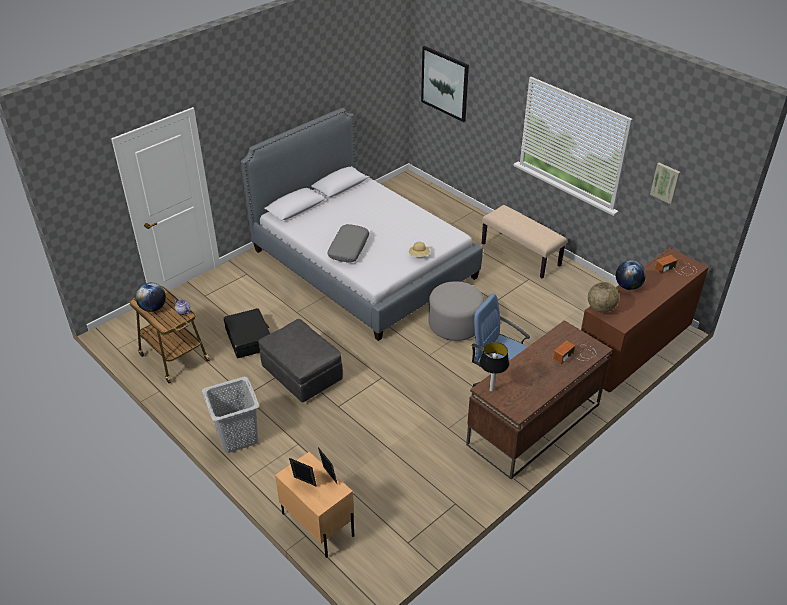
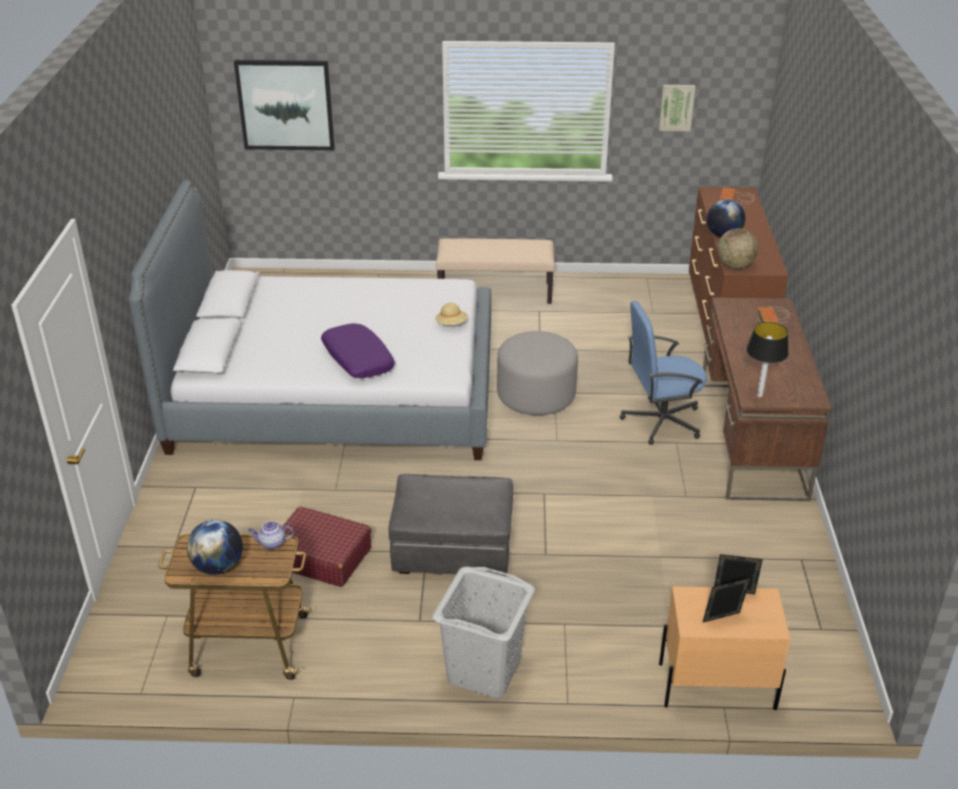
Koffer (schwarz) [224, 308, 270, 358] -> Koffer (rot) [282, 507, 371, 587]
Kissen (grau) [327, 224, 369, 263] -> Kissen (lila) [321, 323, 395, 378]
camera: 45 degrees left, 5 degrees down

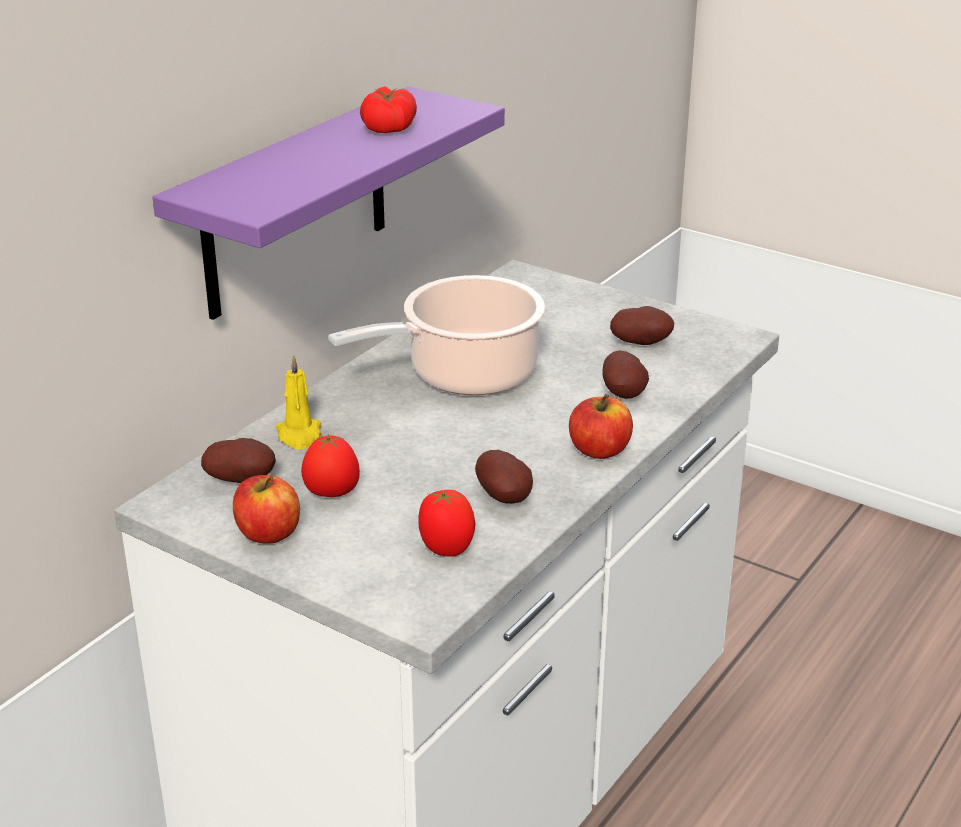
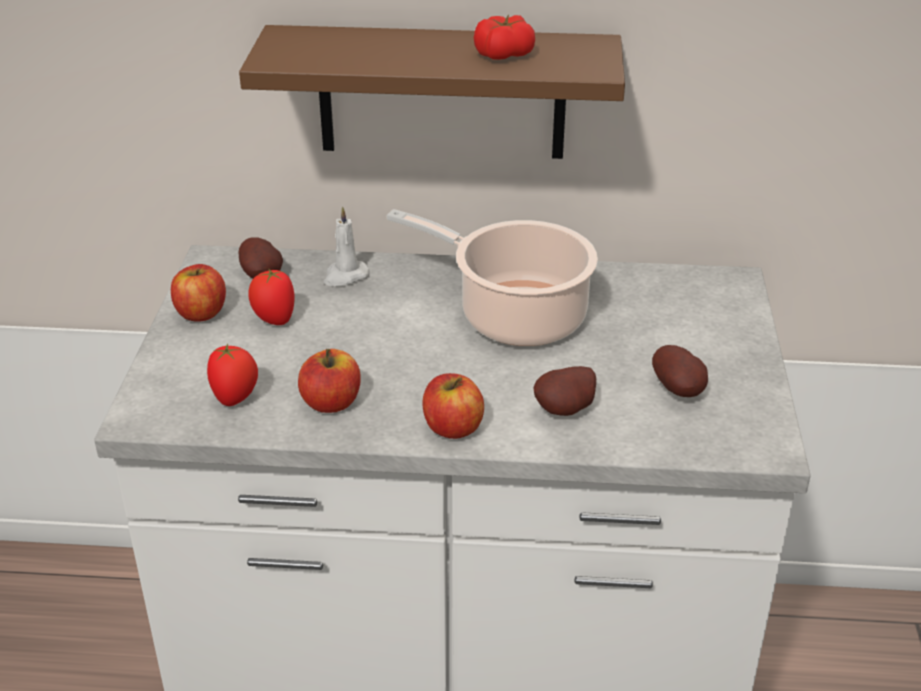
Wandregal (lila) [152, 86, 505, 320] -> Wandregal (braun) [239, 25, 625, 159]
Kerze (gelb) [276, 355, 321, 449] -> Kerze (weiß) [324, 206, 369, 286]
Kartoffel [475, 450, 533, 504] -> Apfel [298, 349, 361, 413]
camera: 60 degrees right, 5 degrees up

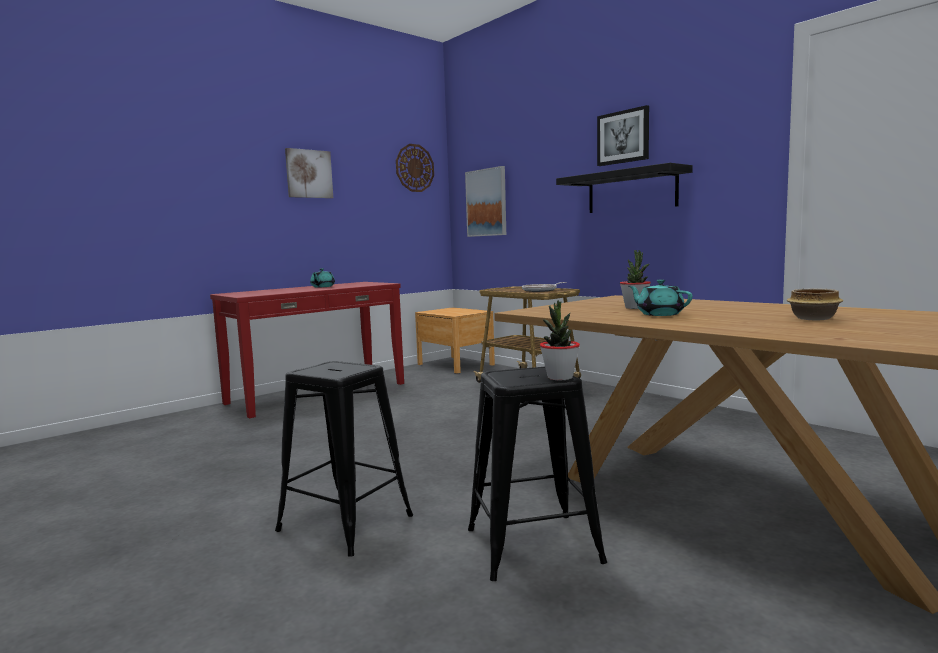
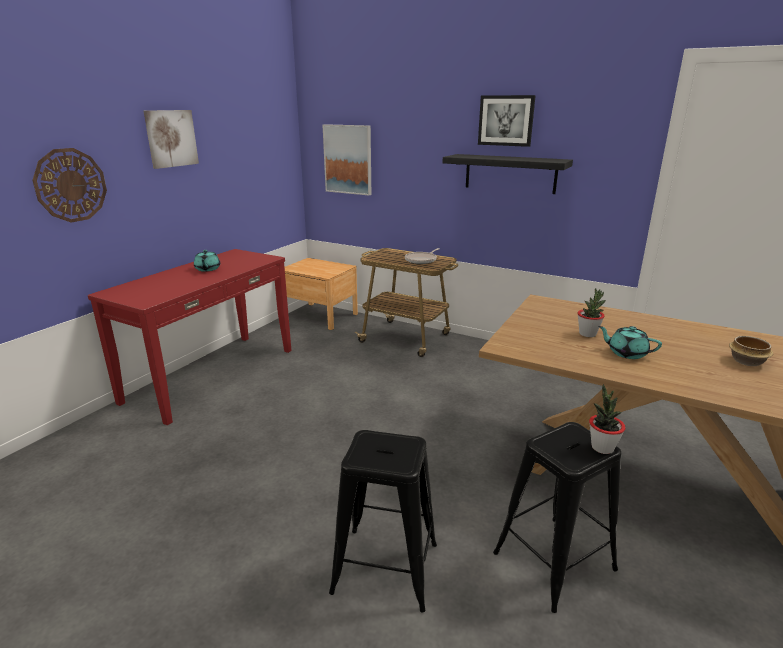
Wanduhr [396, 144, 434, 192] -> Wanduhr [32, 148, 107, 223], moved
camera: 20 degrees left, 15 degrees up

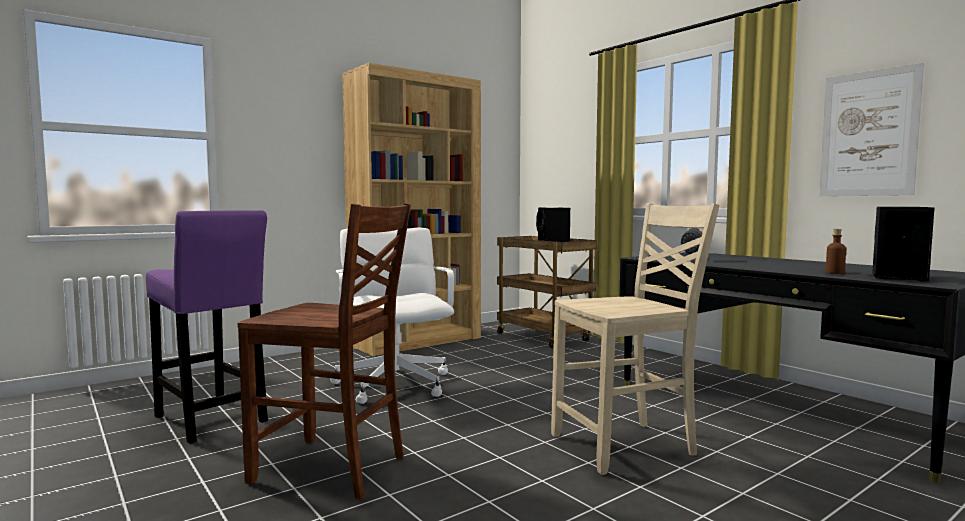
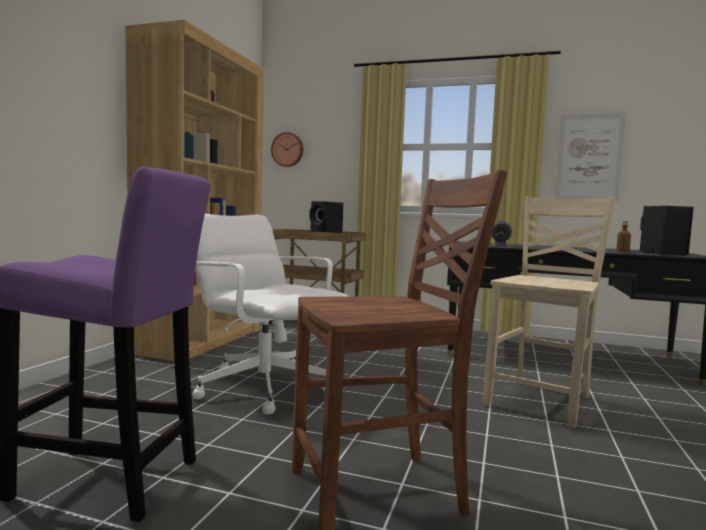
none -> Wanduhr [271, 132, 303, 167]
camera: 35 degrees left, 0 degrees up

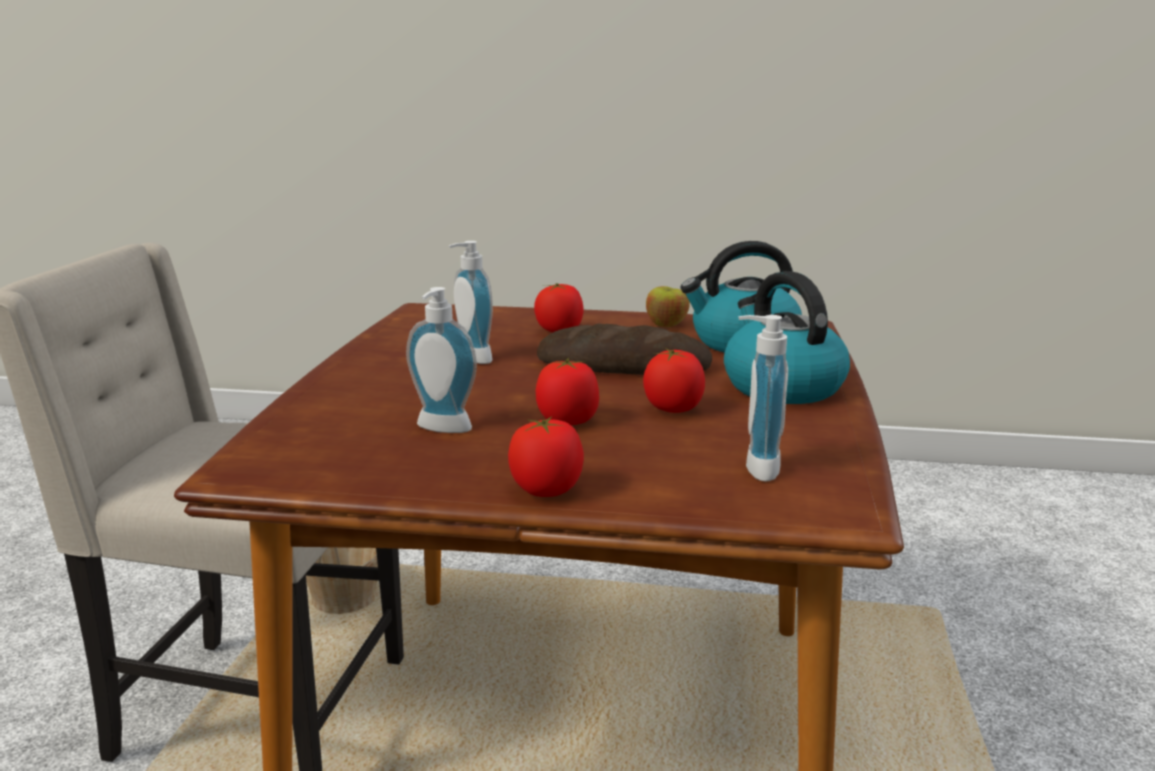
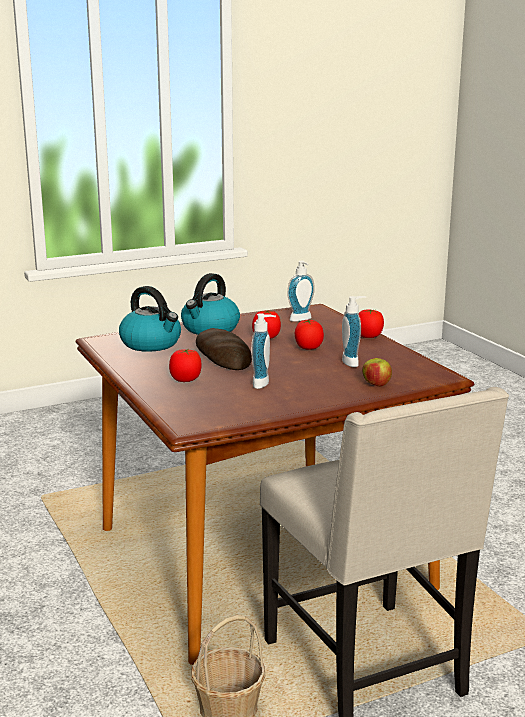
Apfel [646, 286, 690, 327] -> Apfel [362, 358, 392, 387], moved
camera: 125 degrees left, 0 degrees up

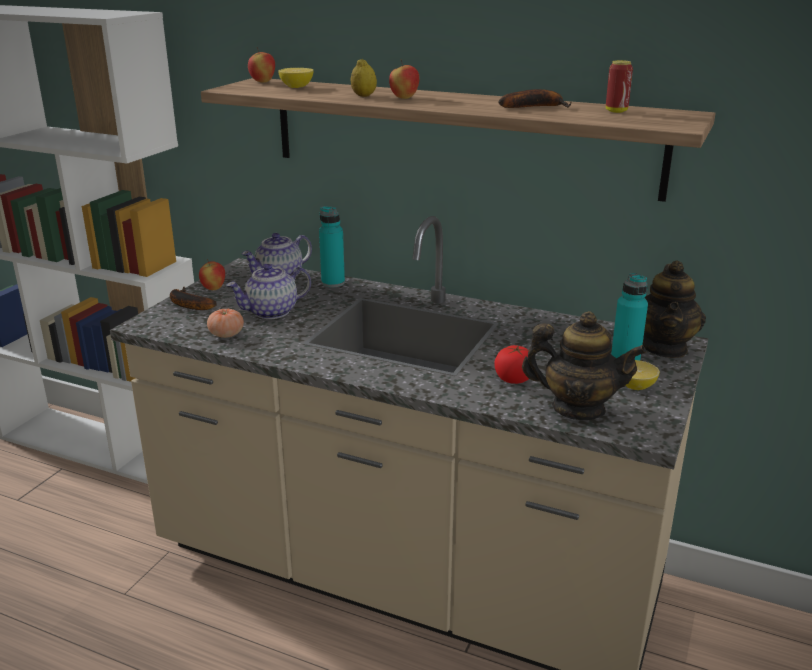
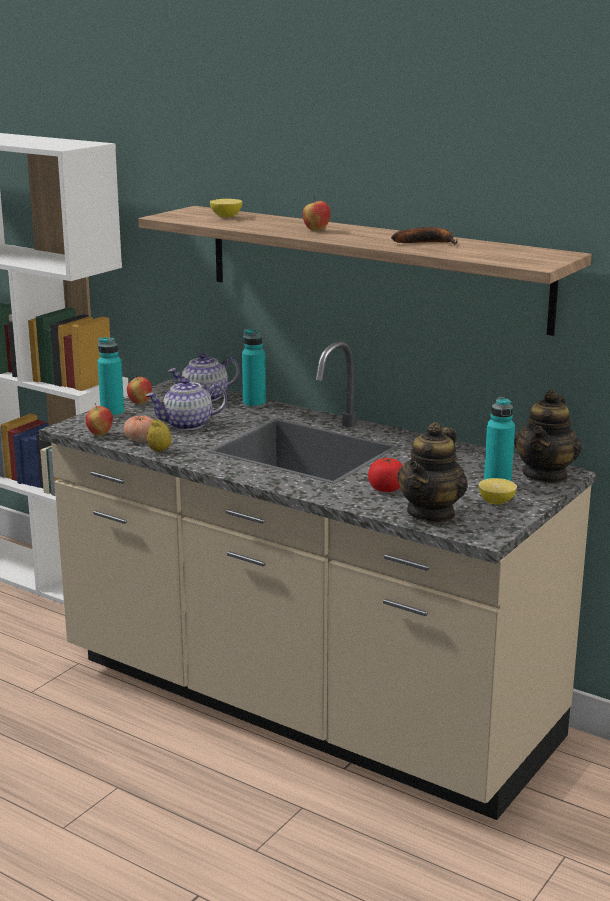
Banane [170, 287, 217, 310] -> Flasche (türkis) [98, 337, 124, 418]
Apfel [248, 47, 275, 83] -> Apfel [86, 403, 113, 436], moved
Zitrone [351, 59, 377, 97] -> Zitrone [147, 419, 172, 452], moved
Teekanne [522, 311, 647, 420] -> Teekanne [397, 422, 468, 523], 90 degrees clockwise
Dose [606, 60, 633, 113] -> none
camera: 10 degrees right, 5 degrees down

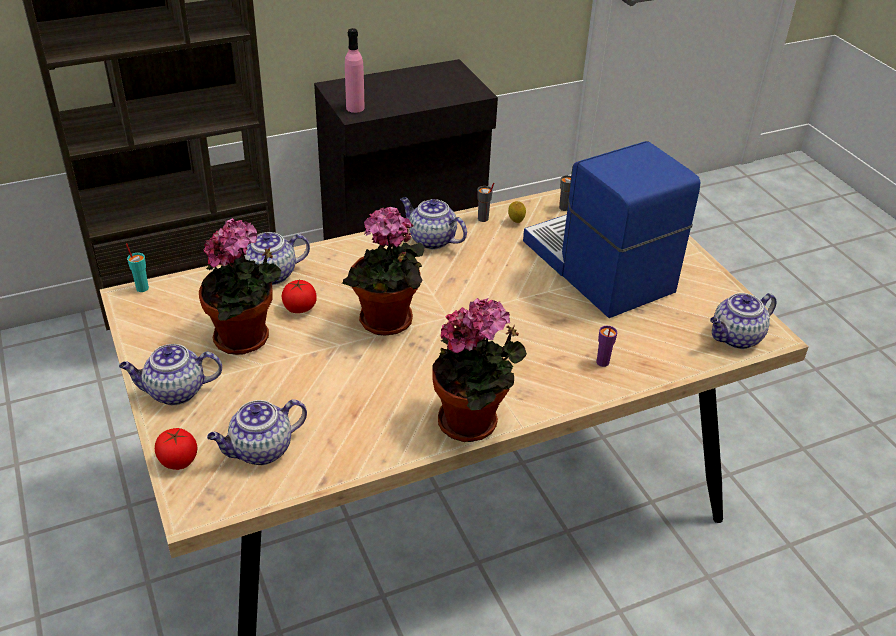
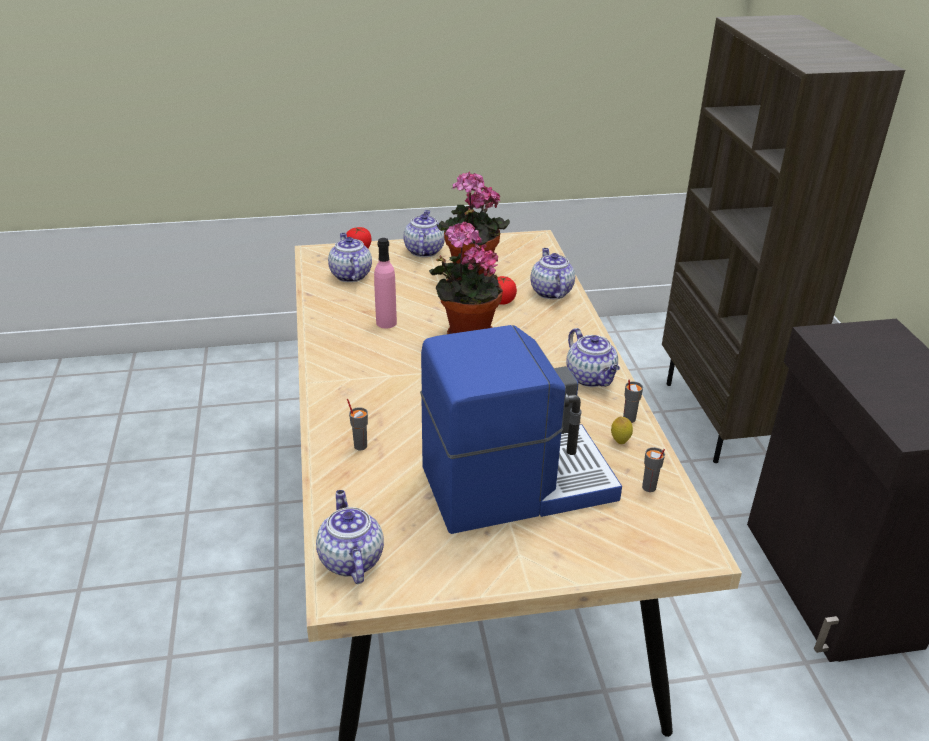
Tasse (türkis) [126, 243, 149, 292] -> none
Flasche (rosa) [345, 28, 364, 113] -> Flasche (rosa) [374, 238, 397, 328], moved
Teekanne [400, 197, 467, 250] -> Teekanne [566, 328, 620, 387], 105 degrees clockwise
Topfpflanze [432, 298, 527, 442] -> none
Tasse (lila) [597, 325, 617, 367] -> Tasse (grau) [347, 399, 368, 450]
camera: 105 degrees right, 5 degrees down

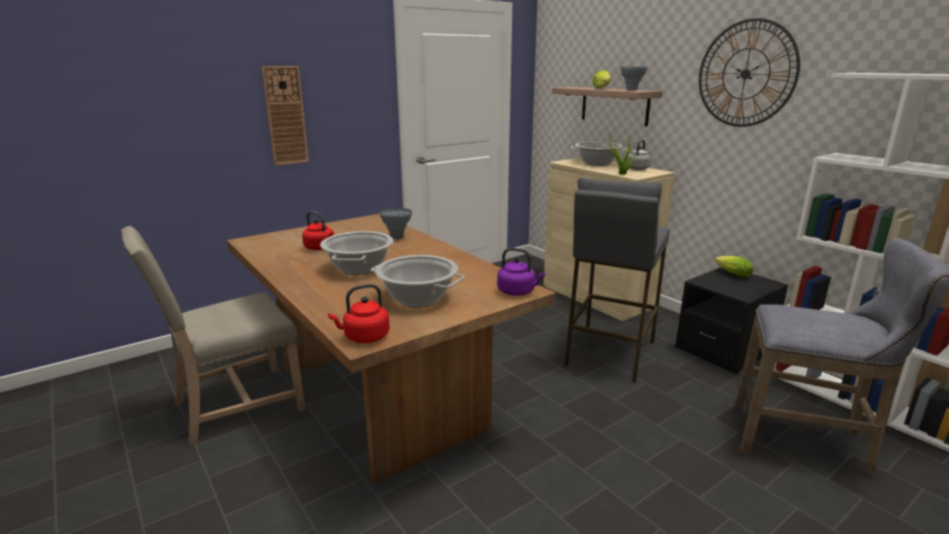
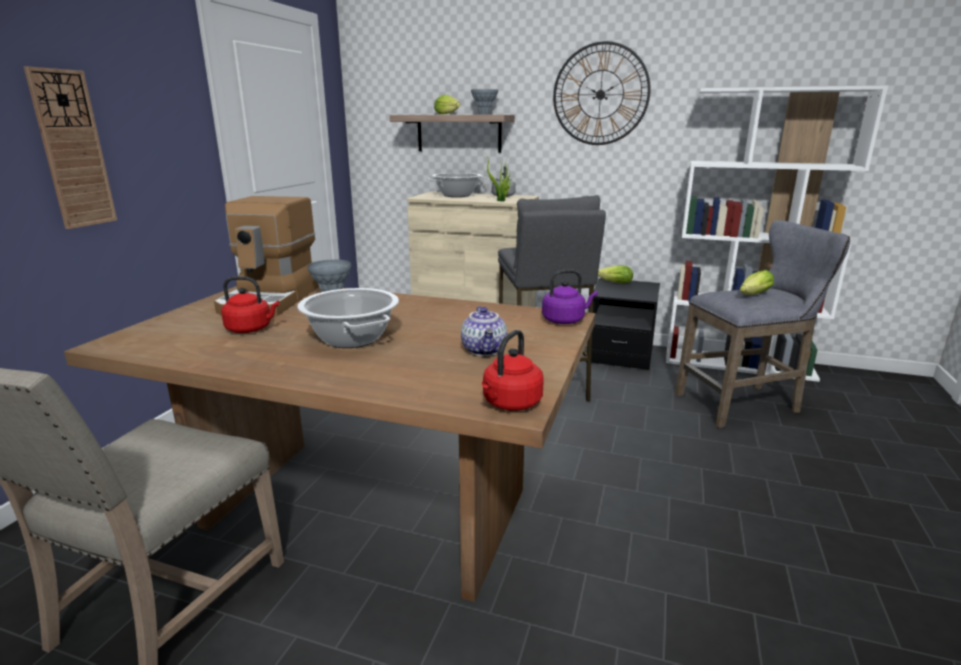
Kochtopf [371, 255, 465, 307] -> Teekanne [461, 306, 507, 356]
none -> Kaffeemaschine [214, 196, 319, 316]
none -> Salatkopf [740, 270, 774, 295]
camera: 35 degrees left, 0 degrees up

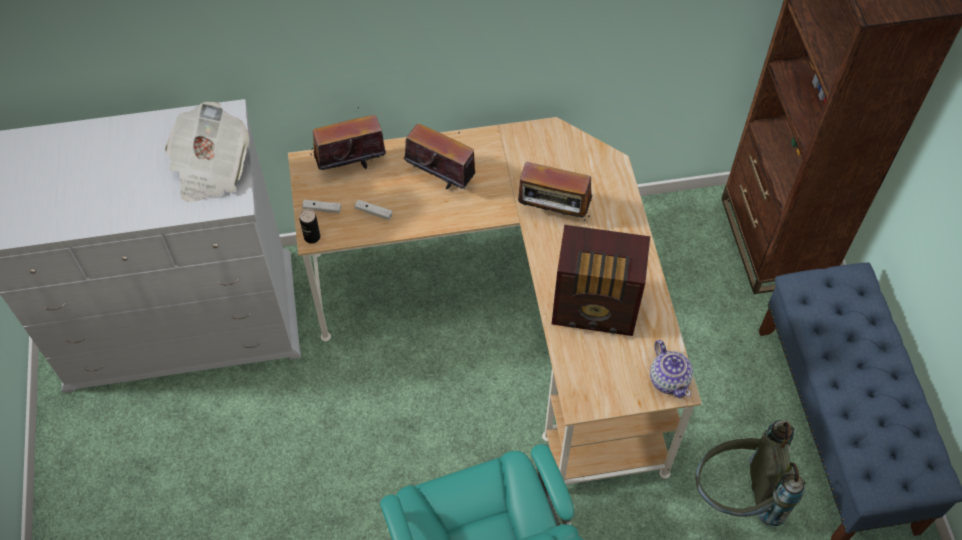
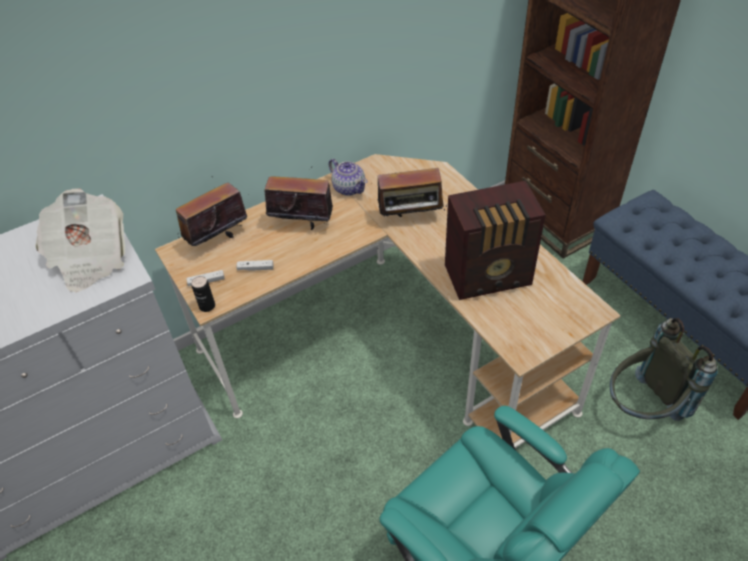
Teekanne [650, 340, 693, 398] -> Teekanne [329, 159, 367, 196], moved
camera: 20 degrees left, 10 degrees down

